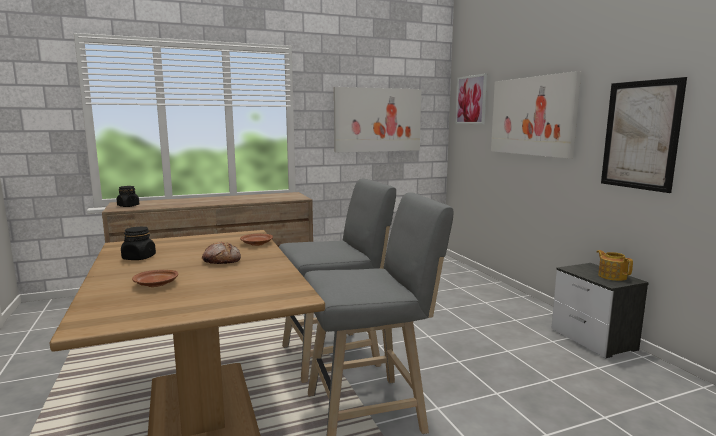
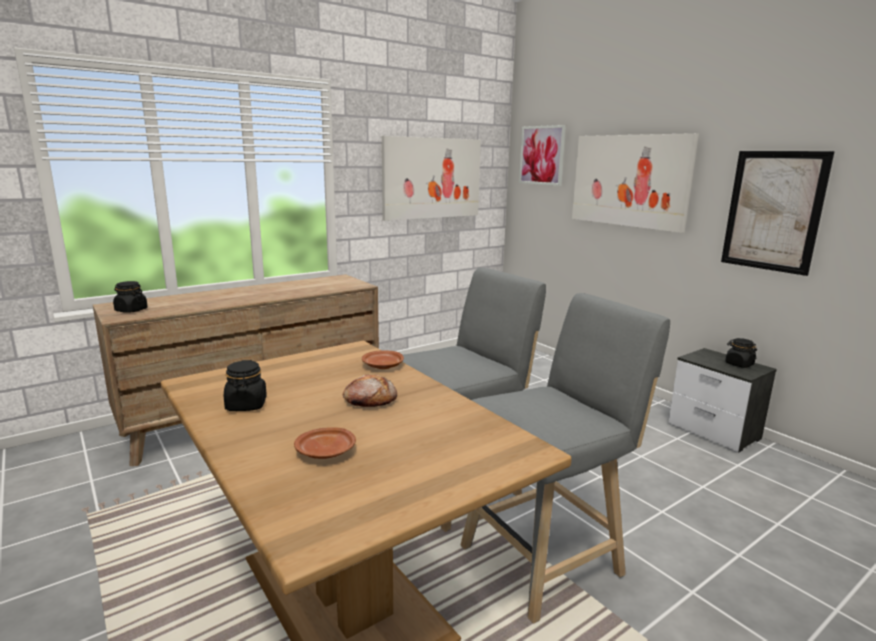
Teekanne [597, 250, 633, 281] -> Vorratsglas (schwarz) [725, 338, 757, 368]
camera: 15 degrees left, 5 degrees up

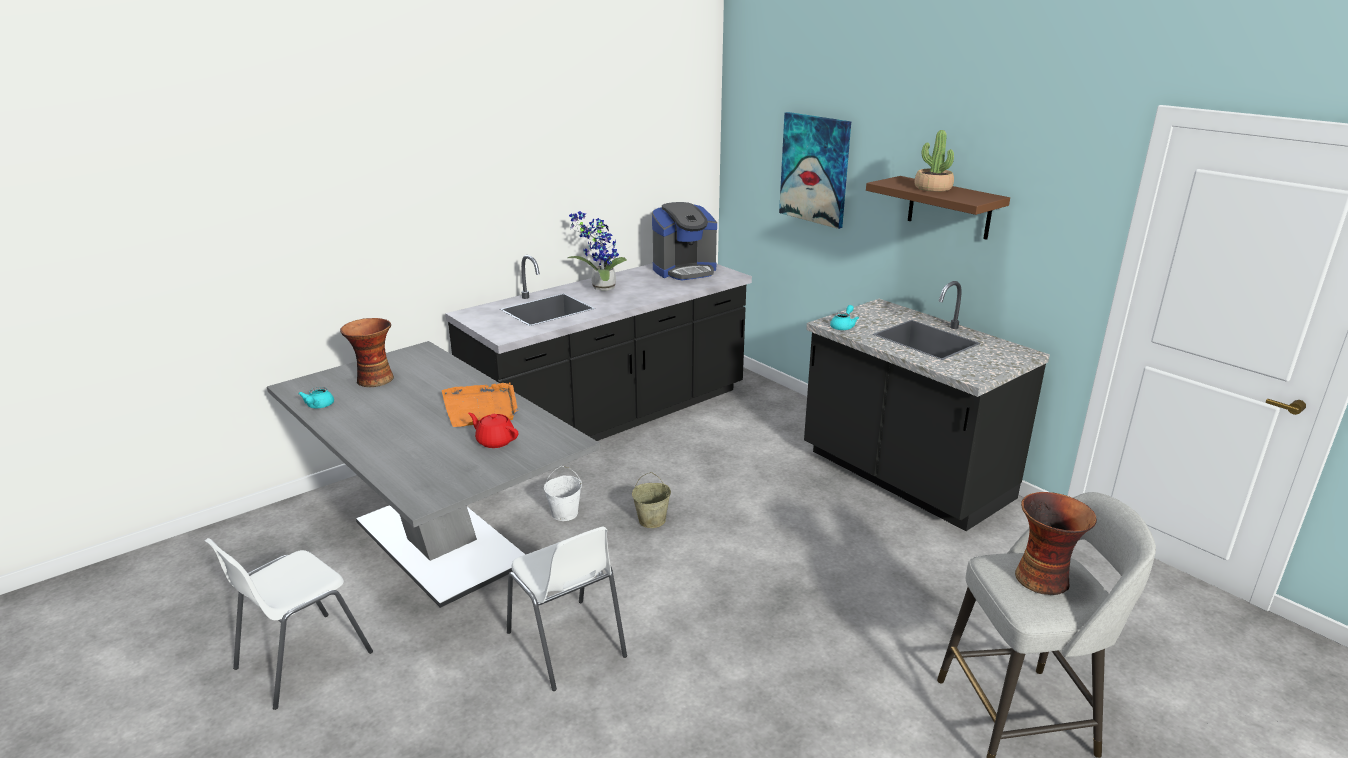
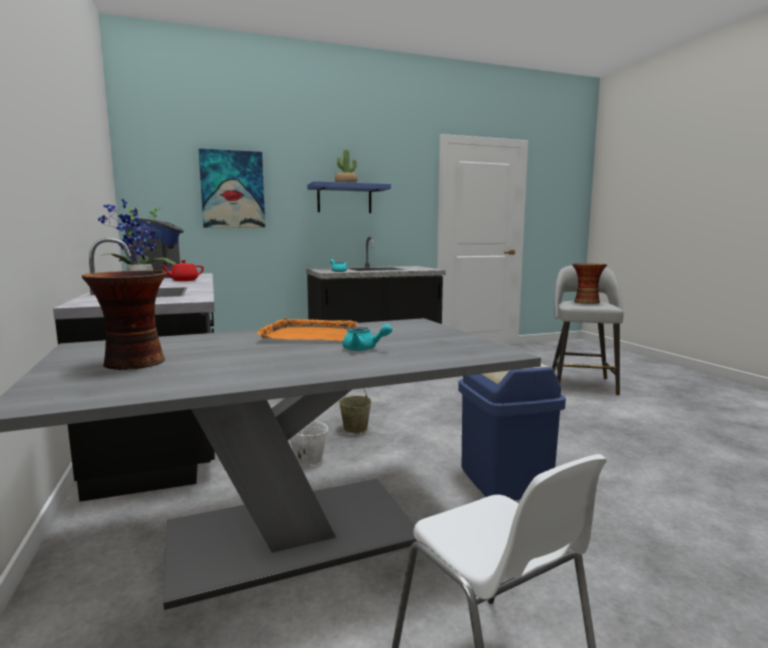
Teekanne (türkis) [298, 387, 334, 408] -> Teekanne (türkis) [343, 324, 392, 351], moved
Teekanne (rot) [468, 413, 518, 448] -> Teekanne (rot) [160, 260, 204, 281], moved
Stuhl (weiß) [507, 526, 627, 691] -> Mülleimer (blau) [458, 363, 566, 500]
Wandregal (braun) [866, 176, 1010, 240] -> Wandregal (blau) [307, 181, 391, 213]
camera: 70 degrees left, 15 degrees down

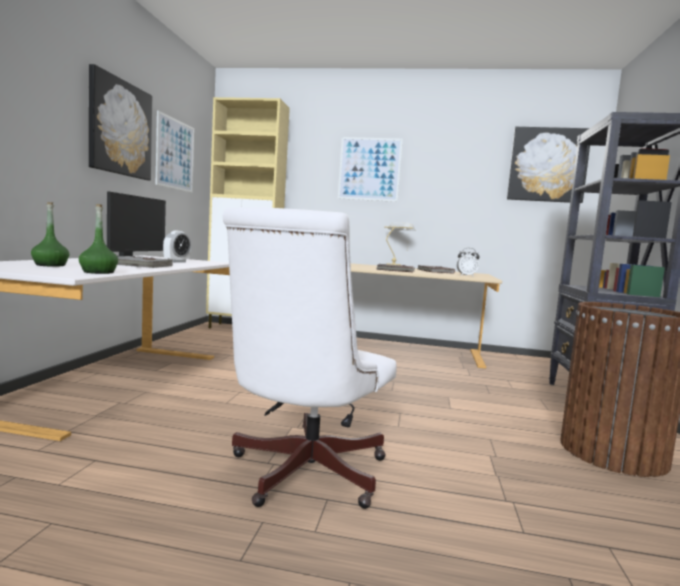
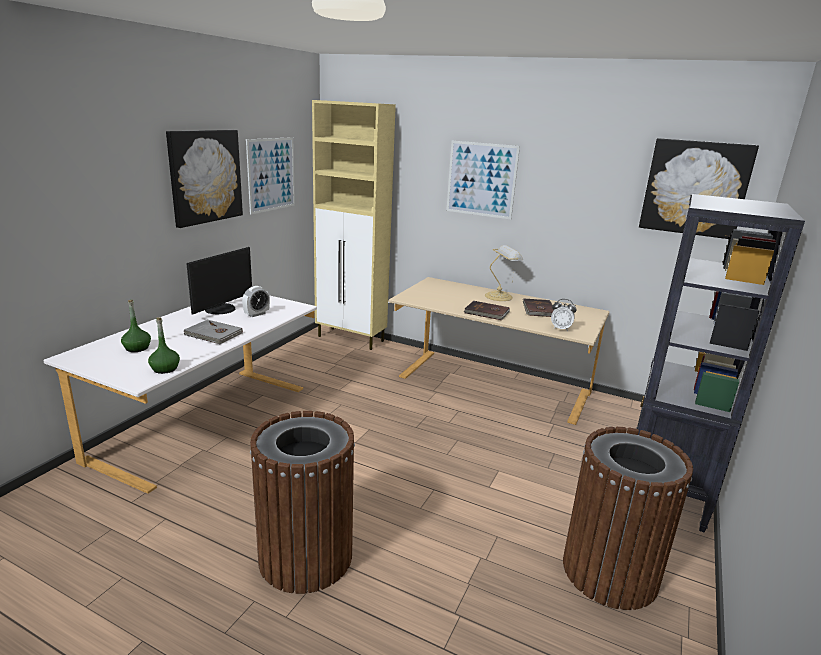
Bürostuhl (weiß) [223, 207, 396, 509] -> Mülleimer (braun) [250, 411, 355, 594]
camera: 15 degrees right, 15 degrees up

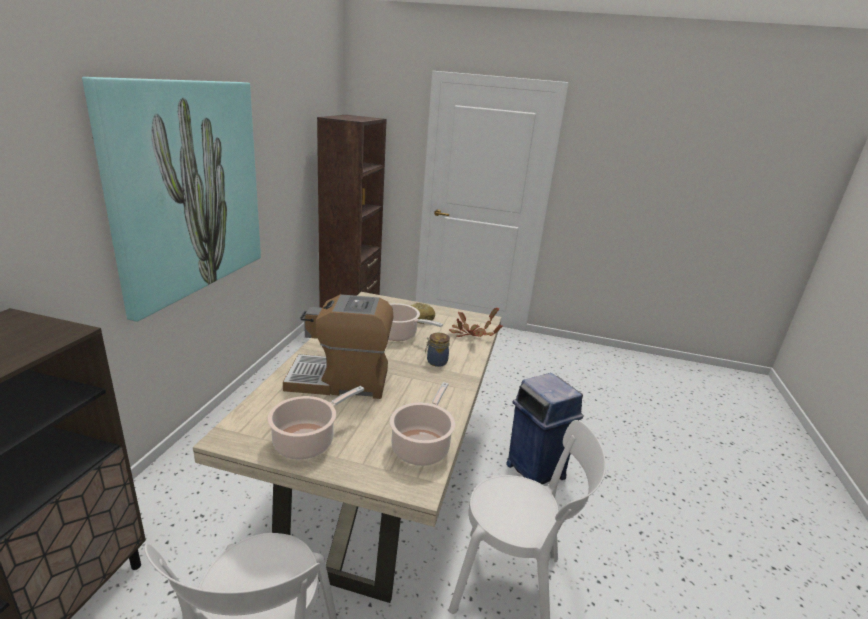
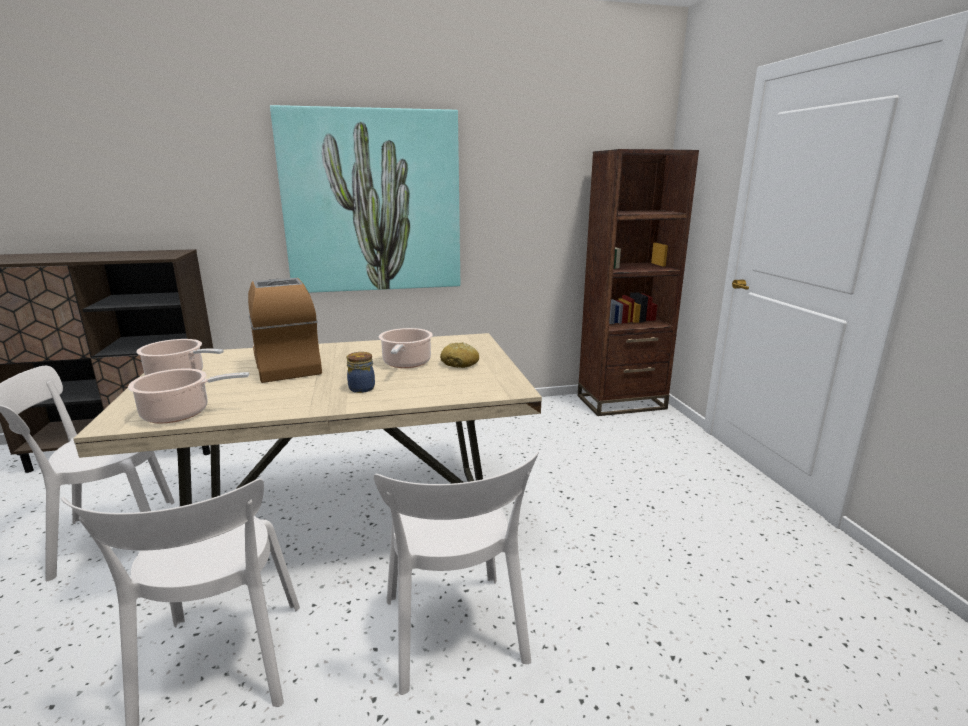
Topfpflanze [449, 308, 503, 337] -> none
Mülleimer (blau) [506, 373, 584, 484] -> Stuhl (weiß) [374, 451, 539, 695]
camera: 65 degrees right, 5 degrees down

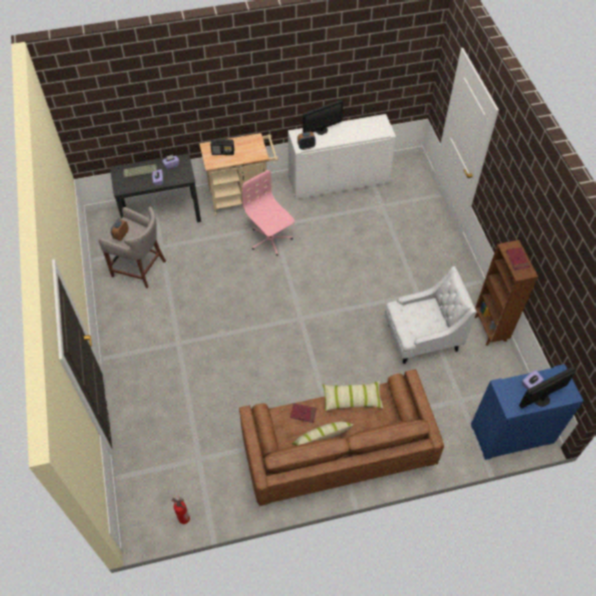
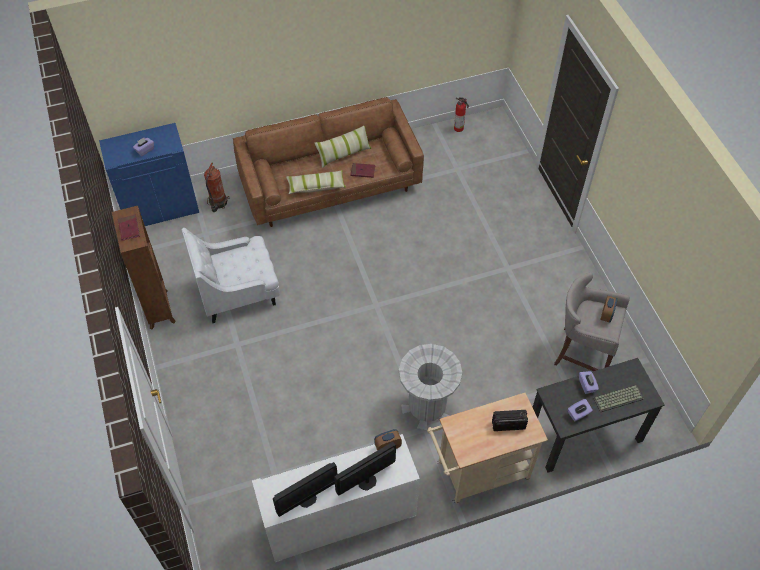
Bürostuhl (rosa) [242, 170, 295, 256] -> Mülleimer (grau) [399, 344, 462, 431]
Monitor [519, 366, 577, 408] -> Monitor [273, 462, 337, 517], moved
none -> Feuerlöscher [204, 163, 229, 212]
camera: 175 degrees right, 0 degrees up

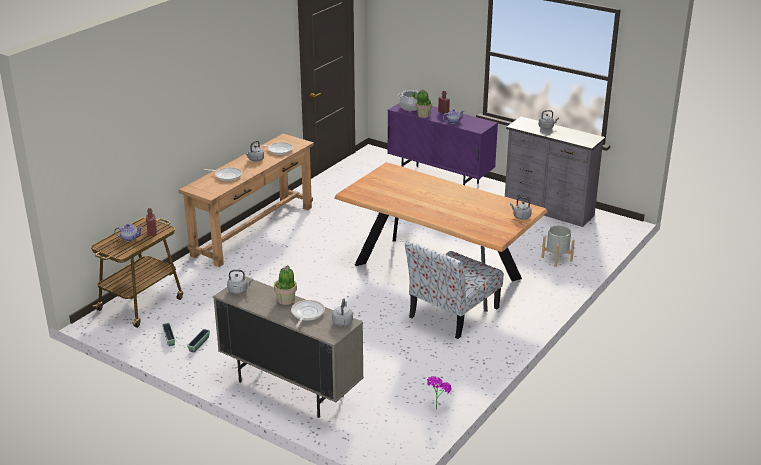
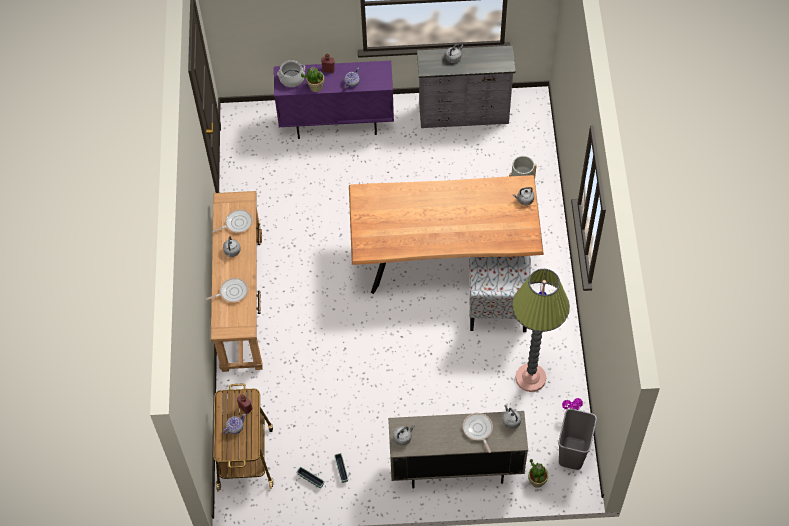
Topfpflanze [274, 265, 297, 305] -> Topfpflanze [528, 459, 548, 488], moved
none -> Stehlampe [512, 269, 570, 392]
none -> Mülleimer (grau) [558, 409, 597, 470]
camera: 35 degrees left, 30 degrees up

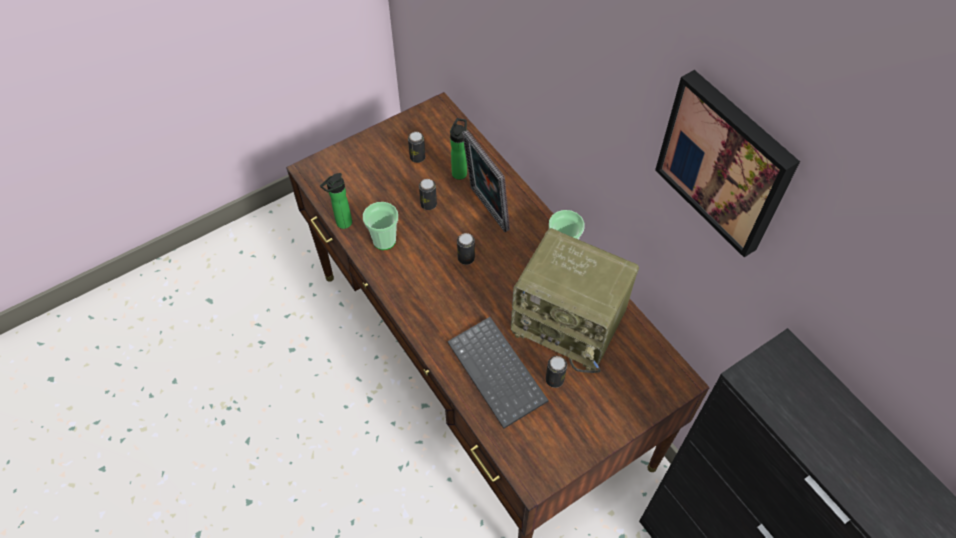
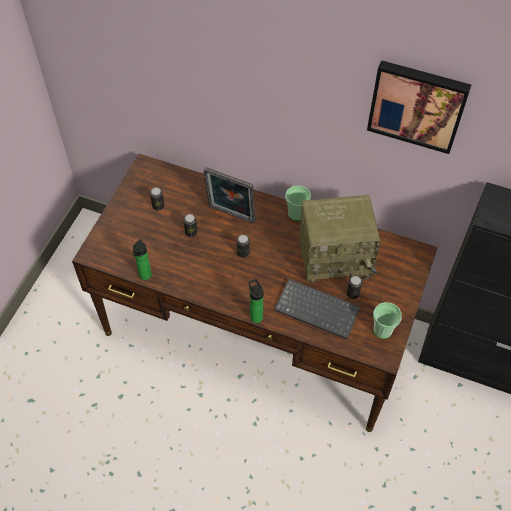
Tasse [363, 202, 398, 250] -> Tasse [373, 302, 402, 339], moved
Flasche [450, 118, 467, 180] -> Flasche [249, 279, 264, 323], moved
camera: 35 degrees left, 0 degrees up

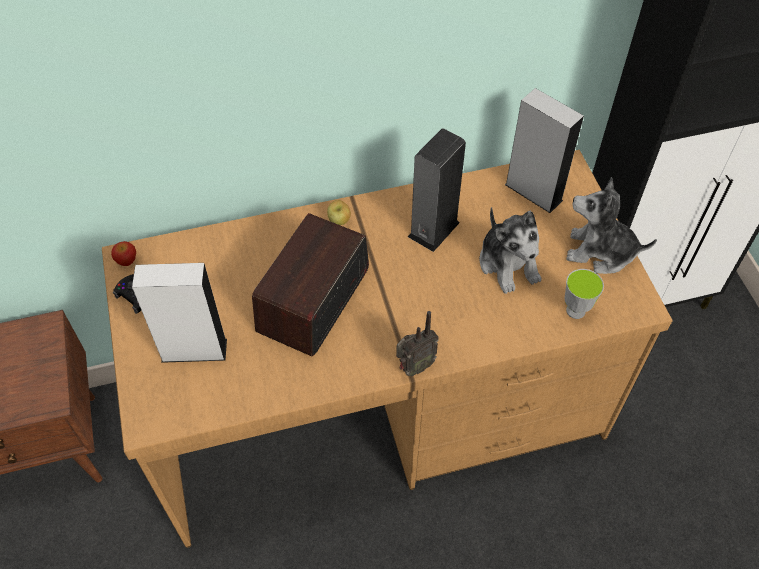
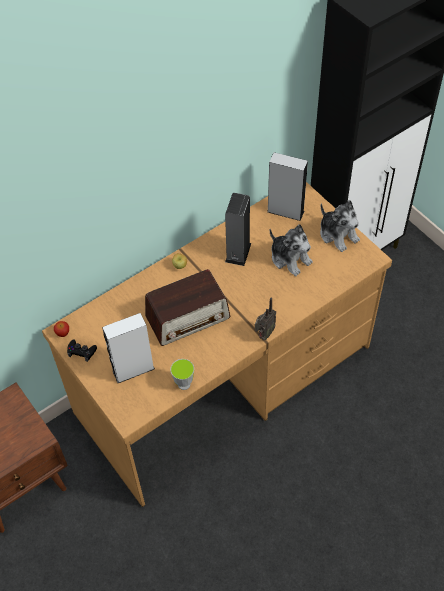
Radio [252, 213, 369, 356] -> Radio [145, 269, 230, 346], 120 degrees counterclockwise
Tasse [565, 269, 604, 319] -> Tasse [170, 359, 194, 390], moved
Plüschtier [566, 177, 657, 274] -> Plüschtier [320, 200, 360, 252], 120 degrees counterclockwise
camera: 20 degrees left, 0 degrees up

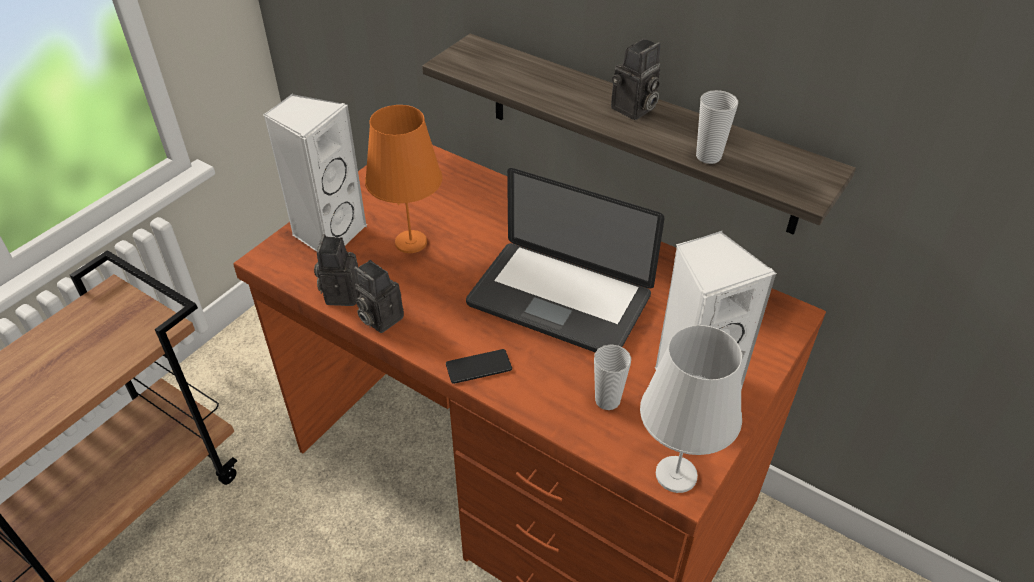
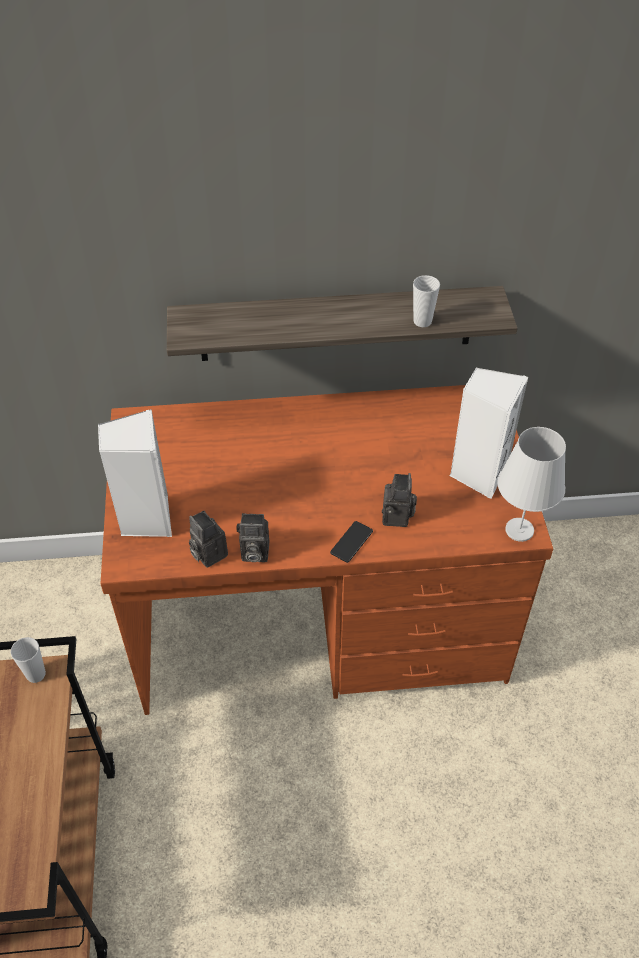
Tischlampe (orange) [365, 105, 442, 253] -> none
Laptop [466, 168, 665, 352] -> none
Tasse [594, 344, 631, 410] -> Tasse [11, 637, 46, 683], moved
Kamera [611, 38, 661, 120] -> Kamera [382, 473, 417, 527], moved
camera: 40 degrees left, 5 degrees up

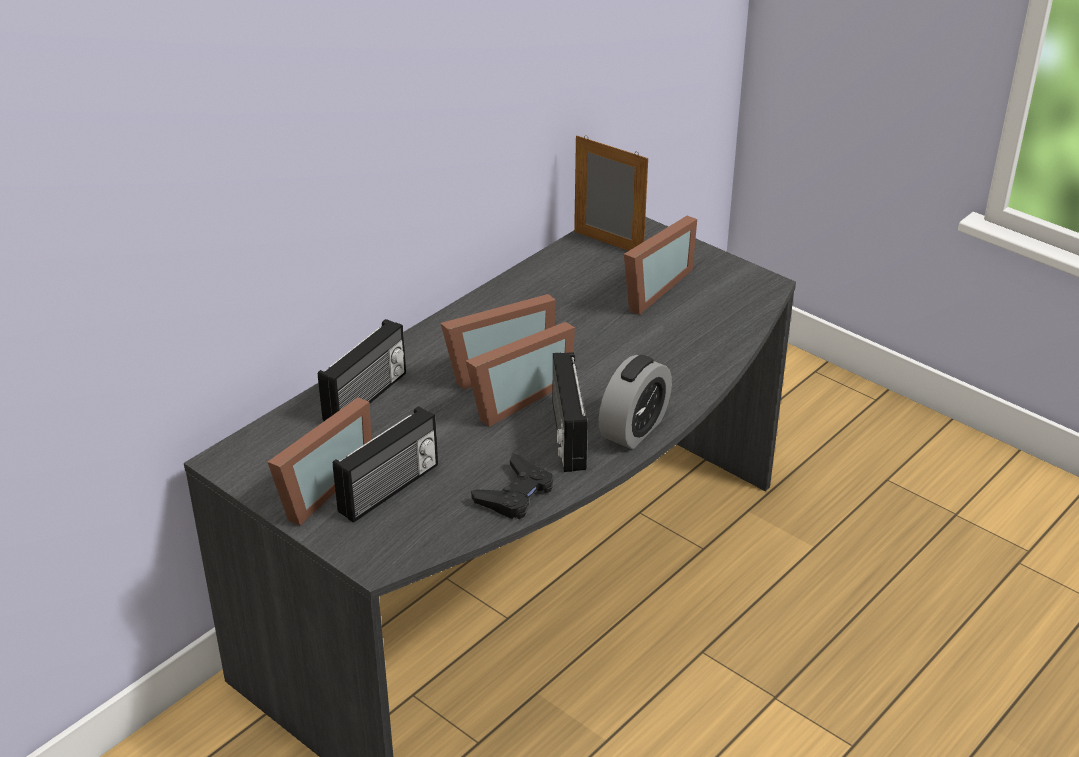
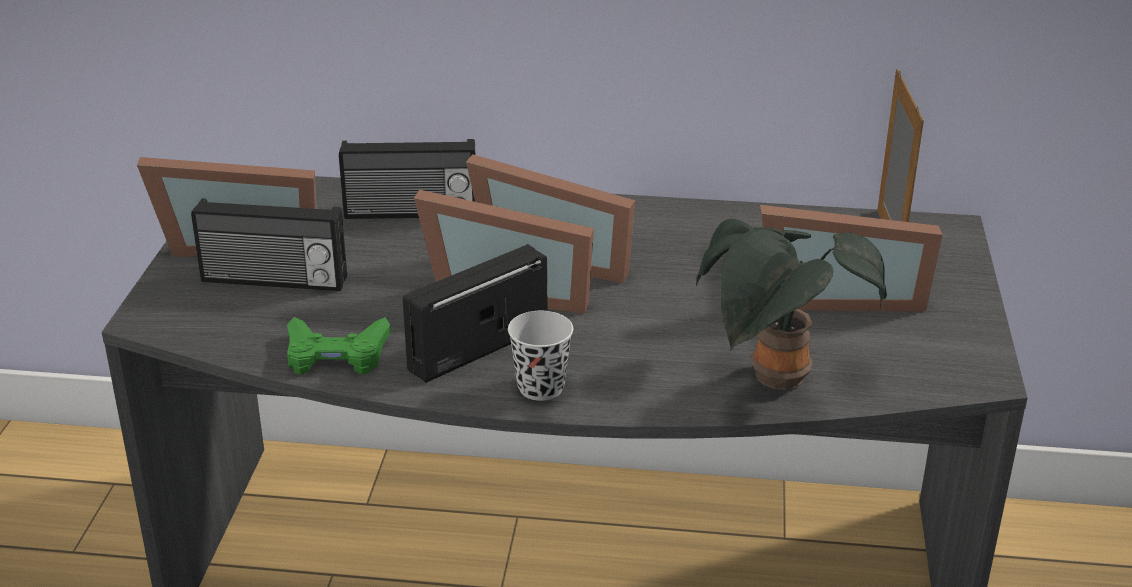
Gamepad (schwarz) [471, 454, 553, 519] -> Gamepad (grün) [287, 317, 391, 375]
Wecker [598, 355, 672, 449] -> Tasse (schwarz) [508, 311, 573, 401]
none -> Topfpflanze [696, 219, 887, 390]
camera: 55 degrees right, 5 degrees down

